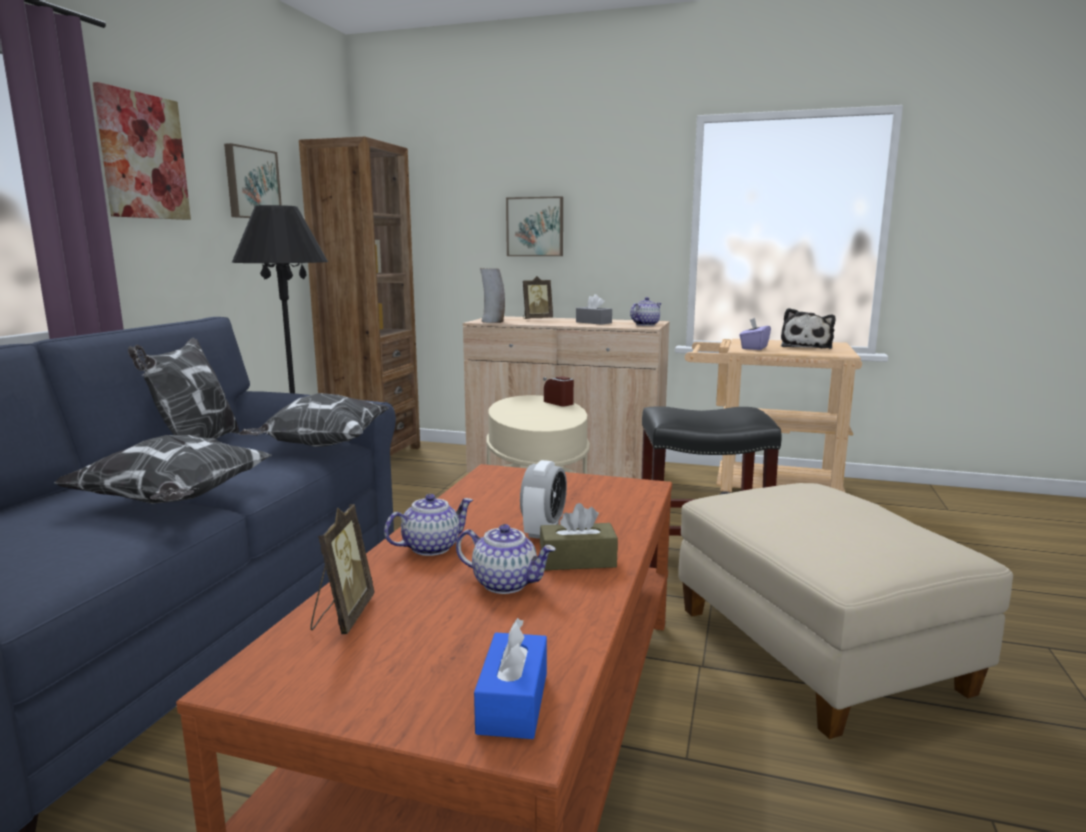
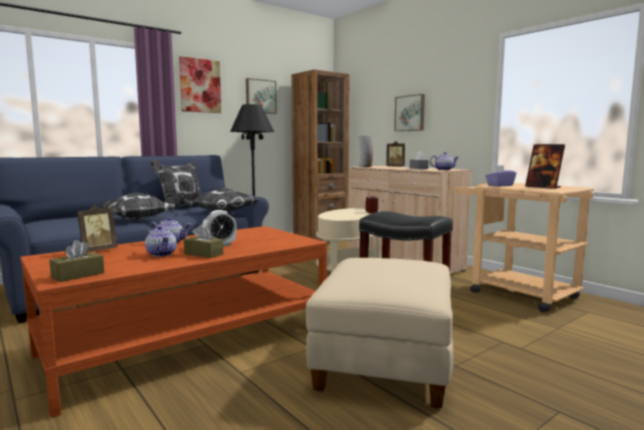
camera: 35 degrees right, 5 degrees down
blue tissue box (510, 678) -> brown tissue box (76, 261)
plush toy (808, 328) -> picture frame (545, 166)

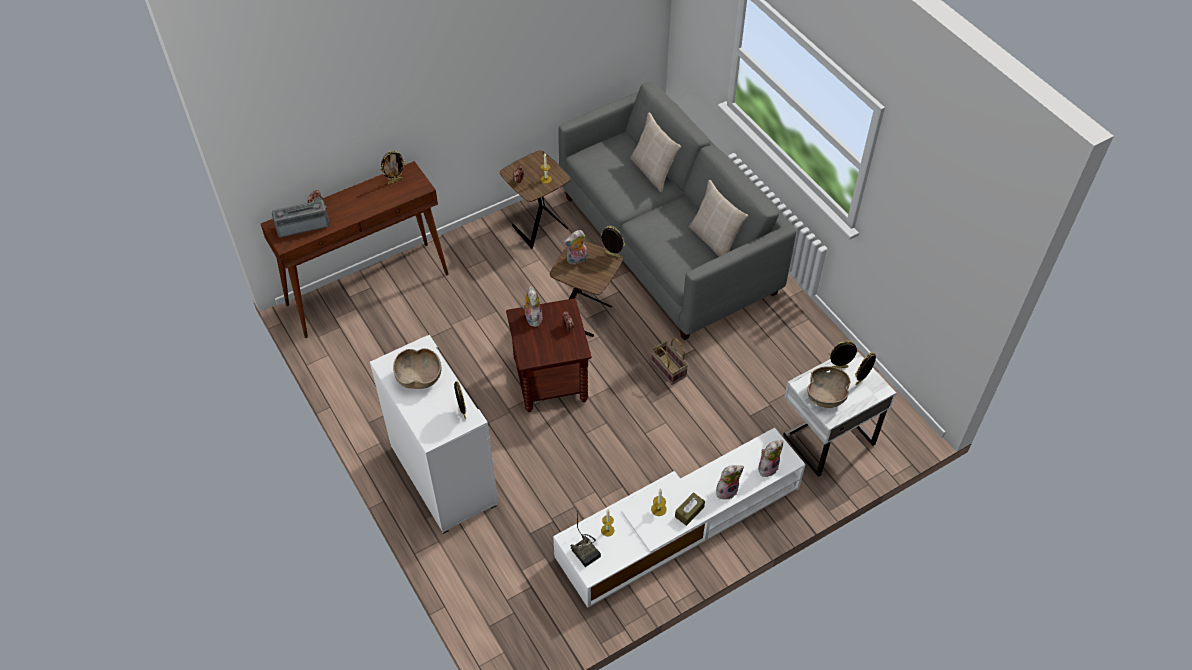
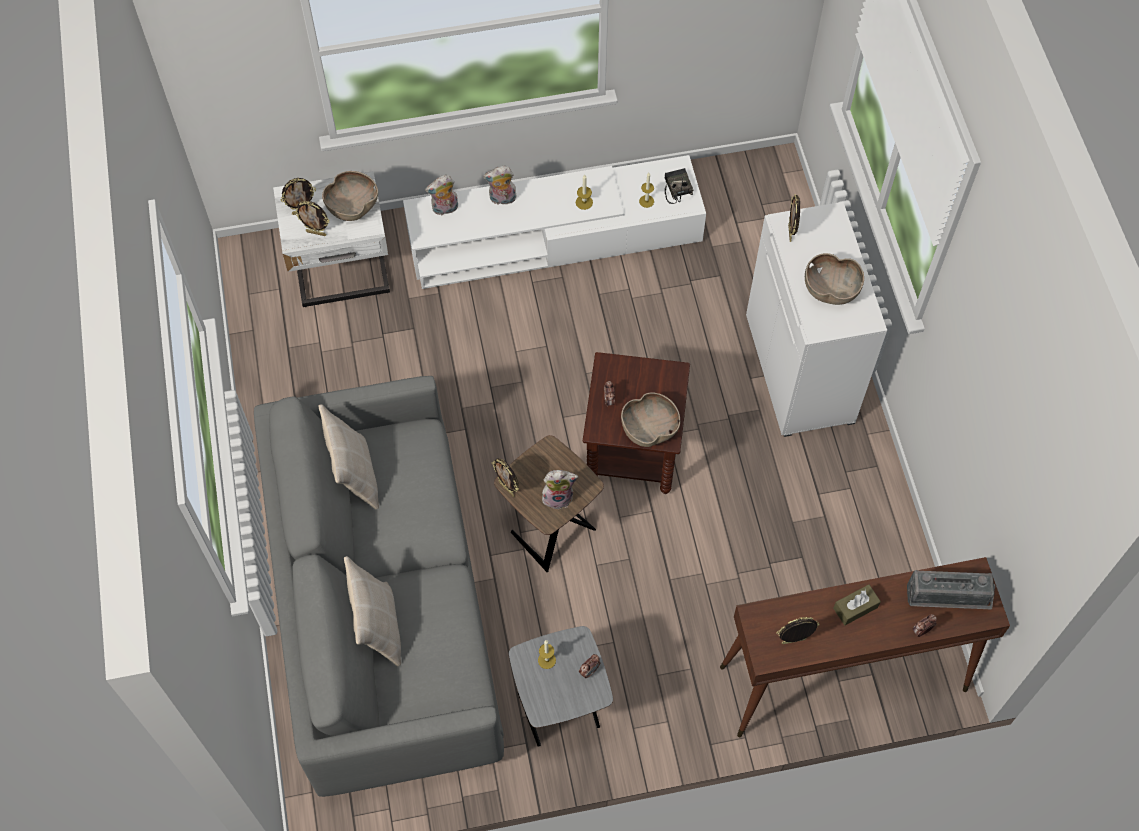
camera: 160 degrees left, 10 degrees up
brown side table (535, 200) -> grey side table (561, 686)
plush toy (532, 306) -> brown bowl (650, 420)
basket (669, 361) -> none
brown tissue box (690, 509) -> brown tissue box (857, 604), moved

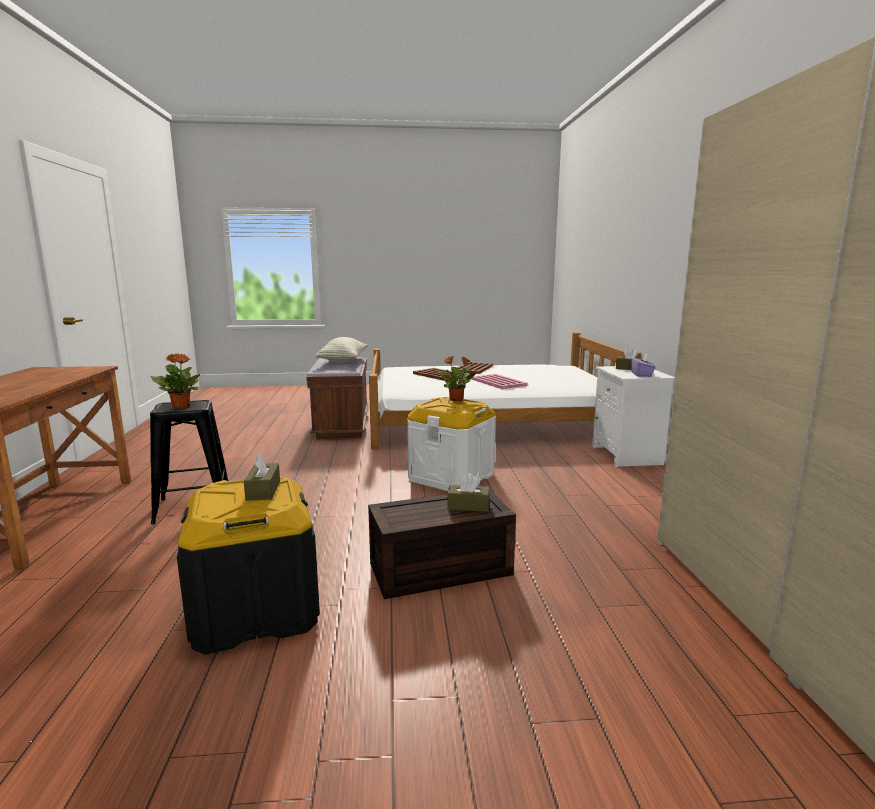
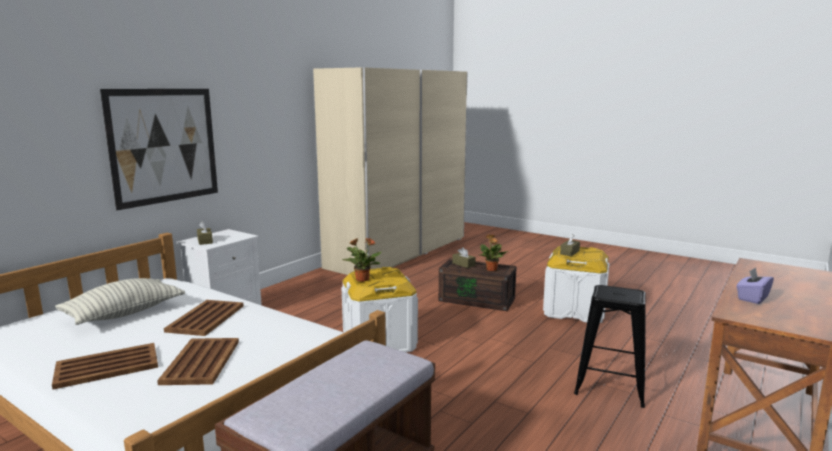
camera: 140 degrees left, 0 degrees up
potted plant (175, 381) -> potted plant (493, 252), moved
black storage box (248, 565) -> white storage box (576, 284)
pillow (341, 350) -> pillow (120, 301), moved
pink tray (499, 381) -> brown tray (204, 318)
purple tissue box (643, 365) -> purple tissue box (755, 285), moved
none -> picture (159, 149)

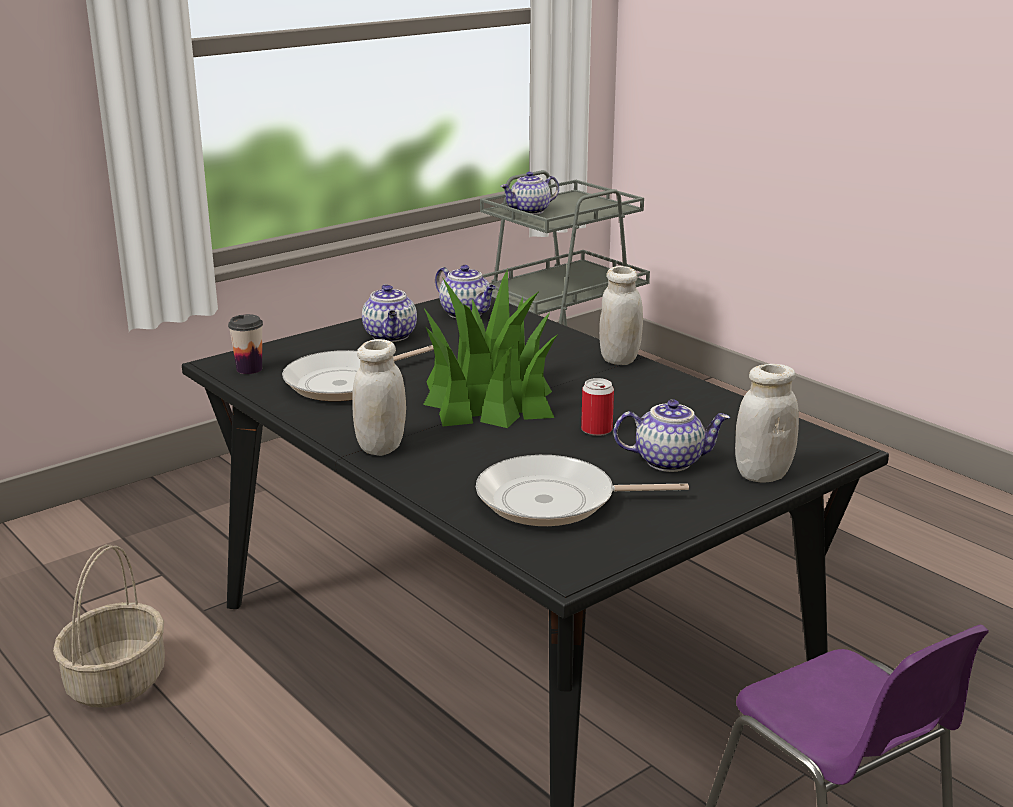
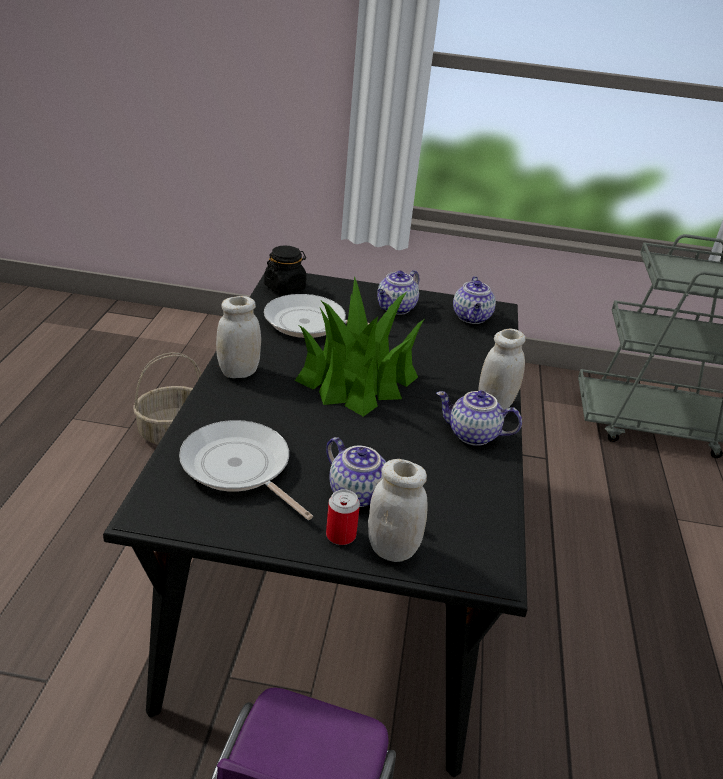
camera: 45 degrees right, 10 degrees up
cup (245, 344) -> black jar (285, 270)
teapot (529, 193) -> teapot (479, 418), moved
can (597, 407) -> can (343, 517), moved

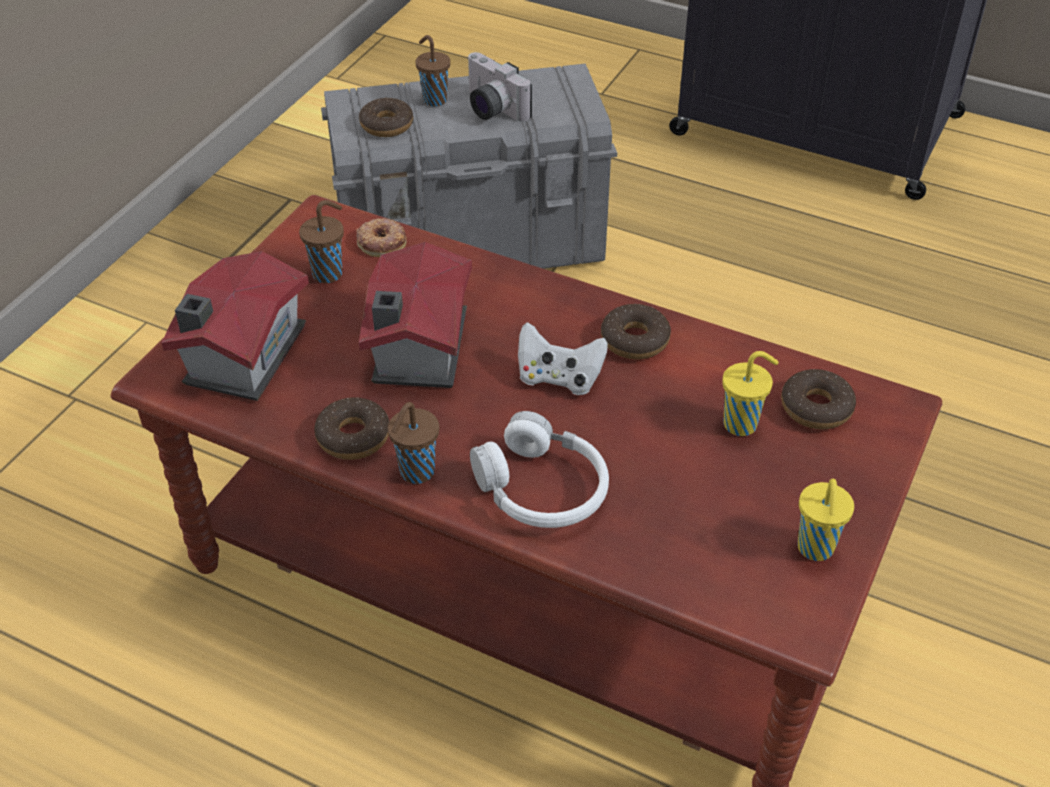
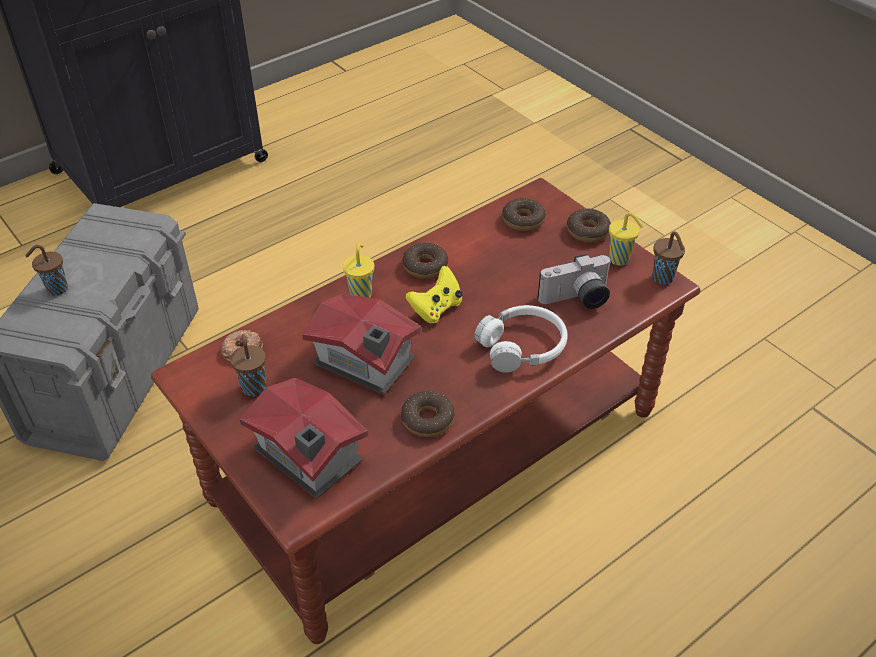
camera: 65 degrees left, 0 degrees up
donut (386, 117) -> donut (589, 225), moved
brown cup (413, 443) -> brown cup (668, 258), moved
photo camera (499, 87) -> photo camera (575, 281), moved
white game controller (563, 358) -> yellow game controller (434, 295)
yellow cup (751, 393) -> yellow cup (358, 270), moved

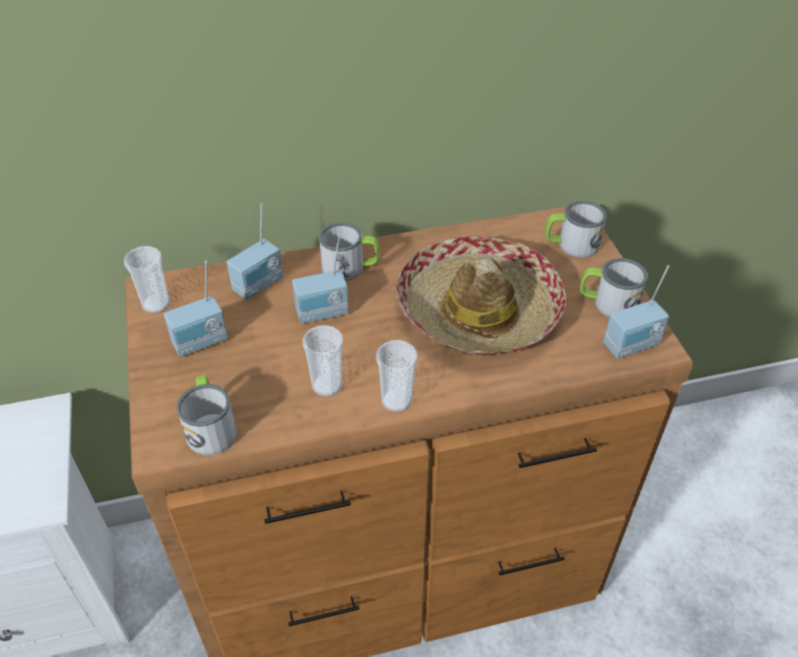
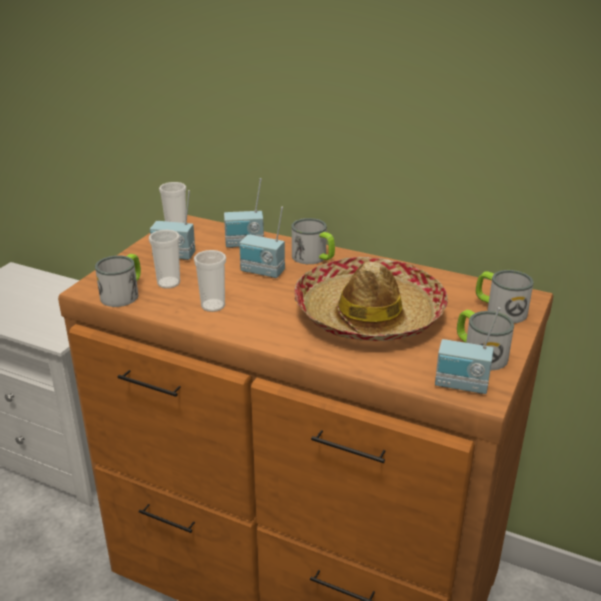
camera: 40 degrees right, 15 degrees down
cup (396, 376) -> cup (164, 259), moved

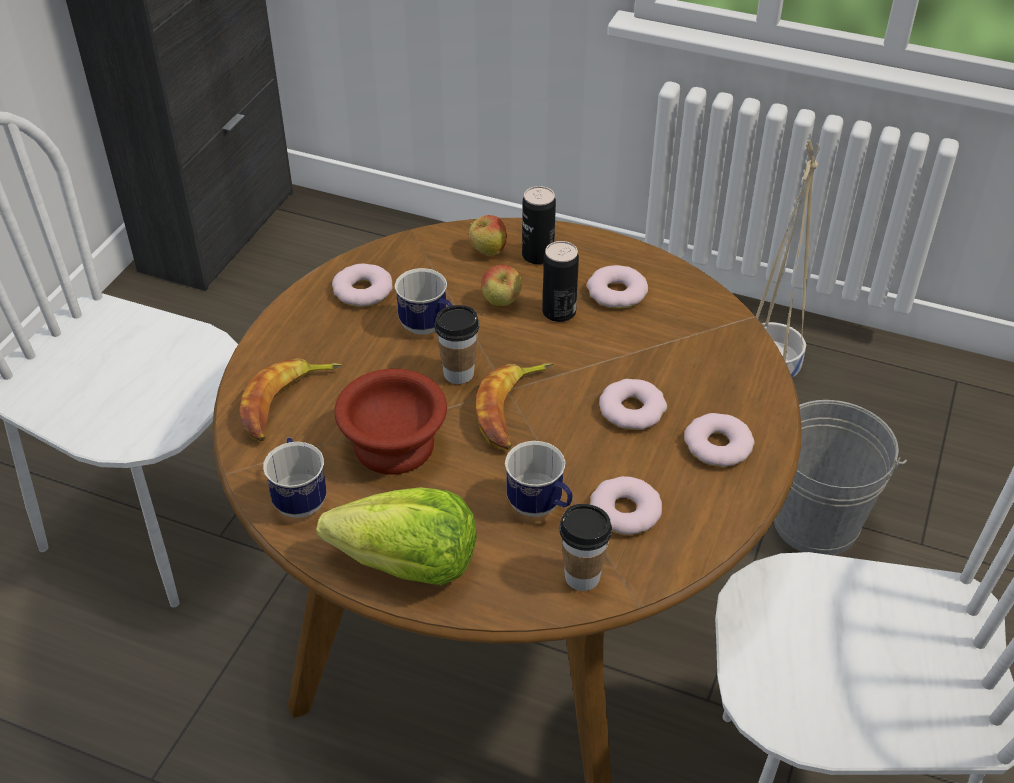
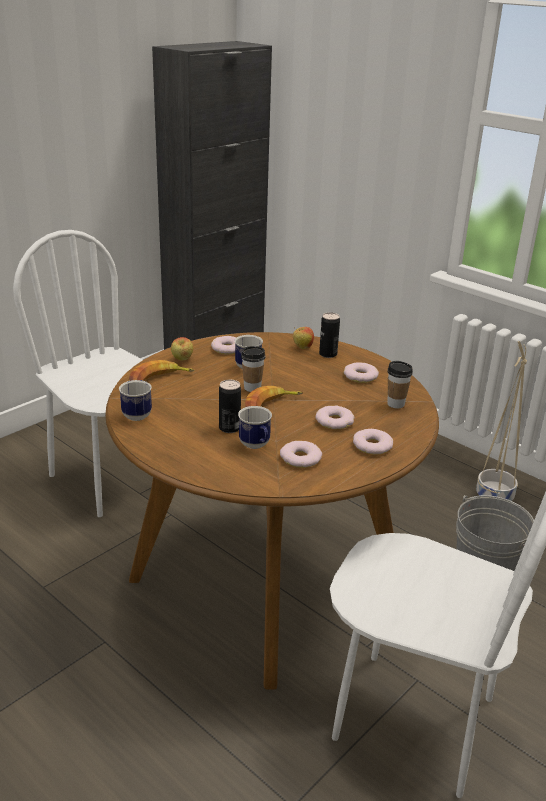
camera: 20 degrees right, 15 degrees down
lettuce (396, 536) -> none
brown bowl (390, 422) -> none
apple (501, 285) -> apple (182, 349), moved
can (560, 281) -> can (230, 406), moved
cup (586, 547) -> cup (400, 384), moved

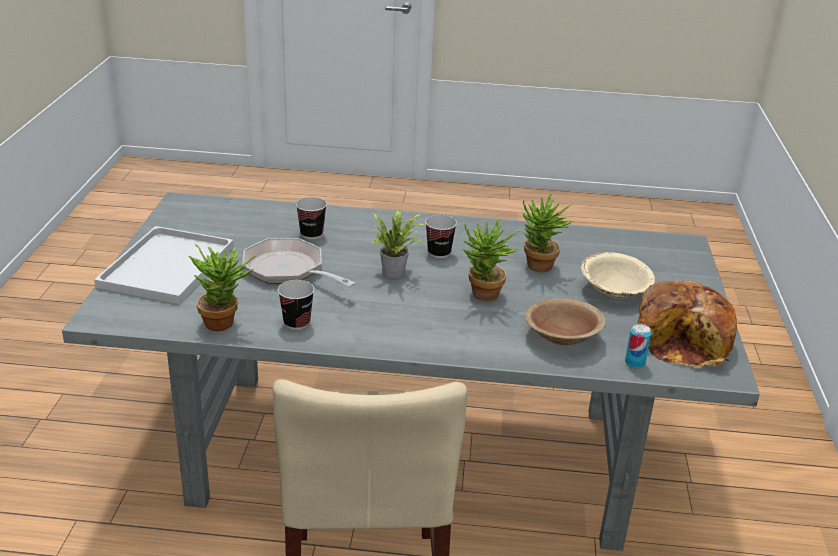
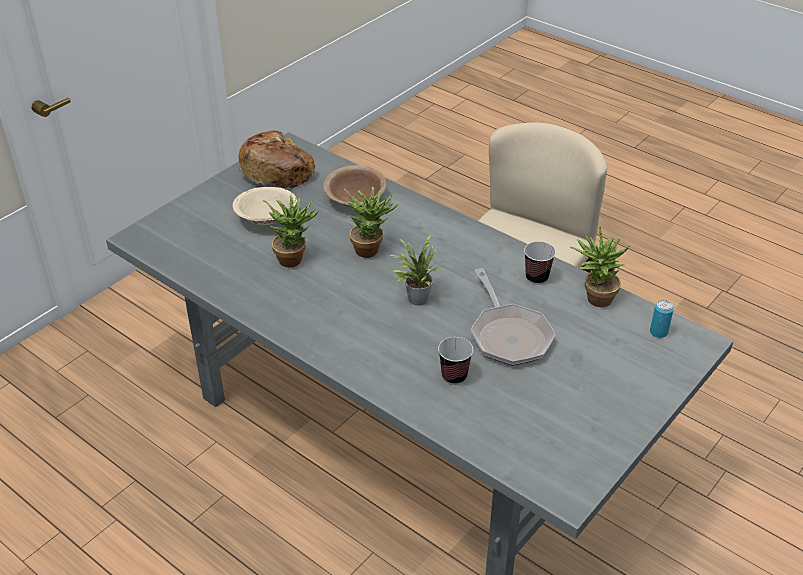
camera: 145 degrees left, 10 degrees up
white tray (164, 265) -> none
cup (441, 236) -> none
can (638, 346) -> can (662, 319), moved

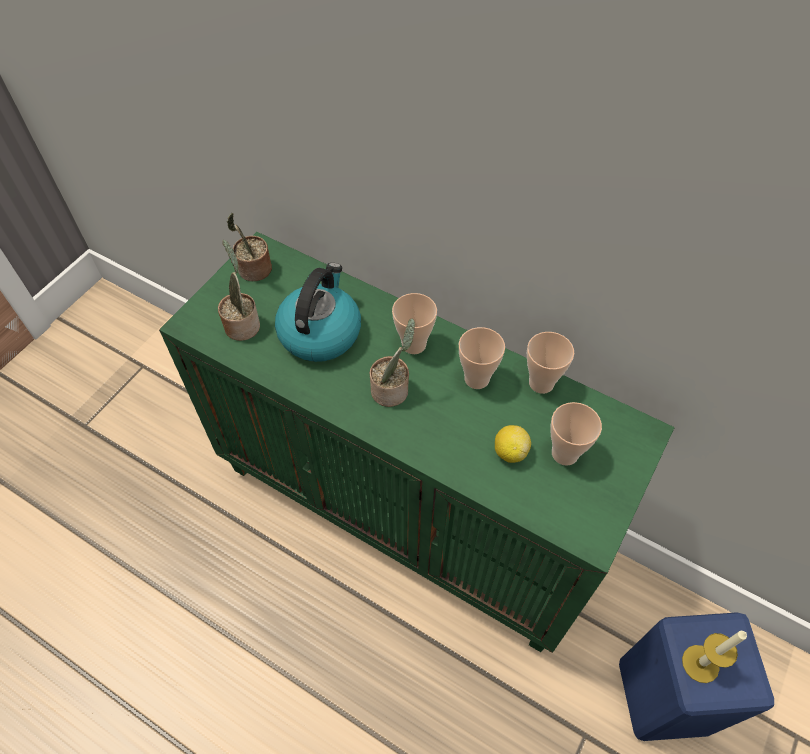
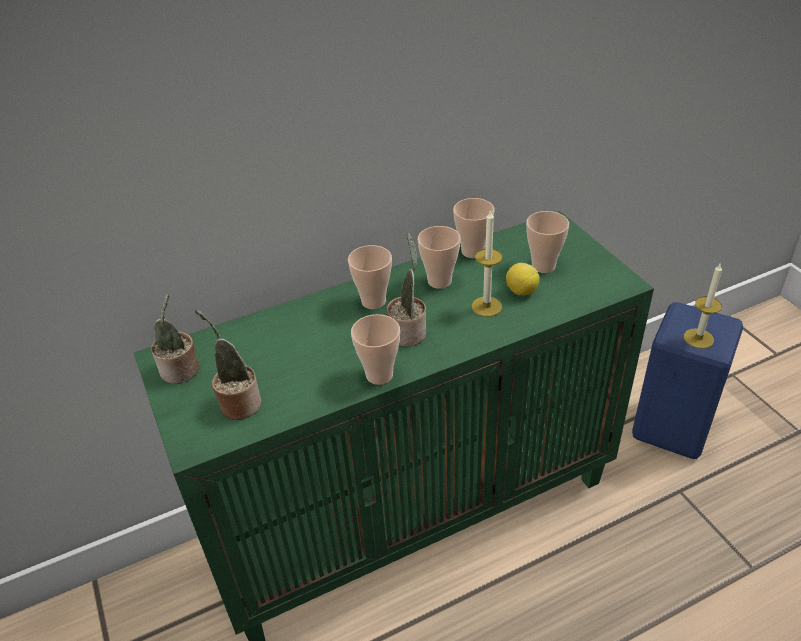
camera: 55 degrees left, 15 degrees down
kettle (318, 312) -> none
none -> cup (375, 349)
none -> candle (487, 263)

